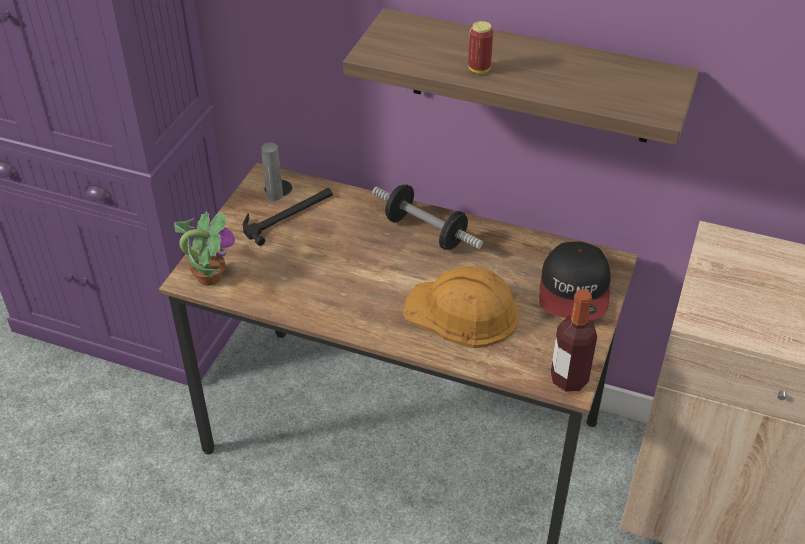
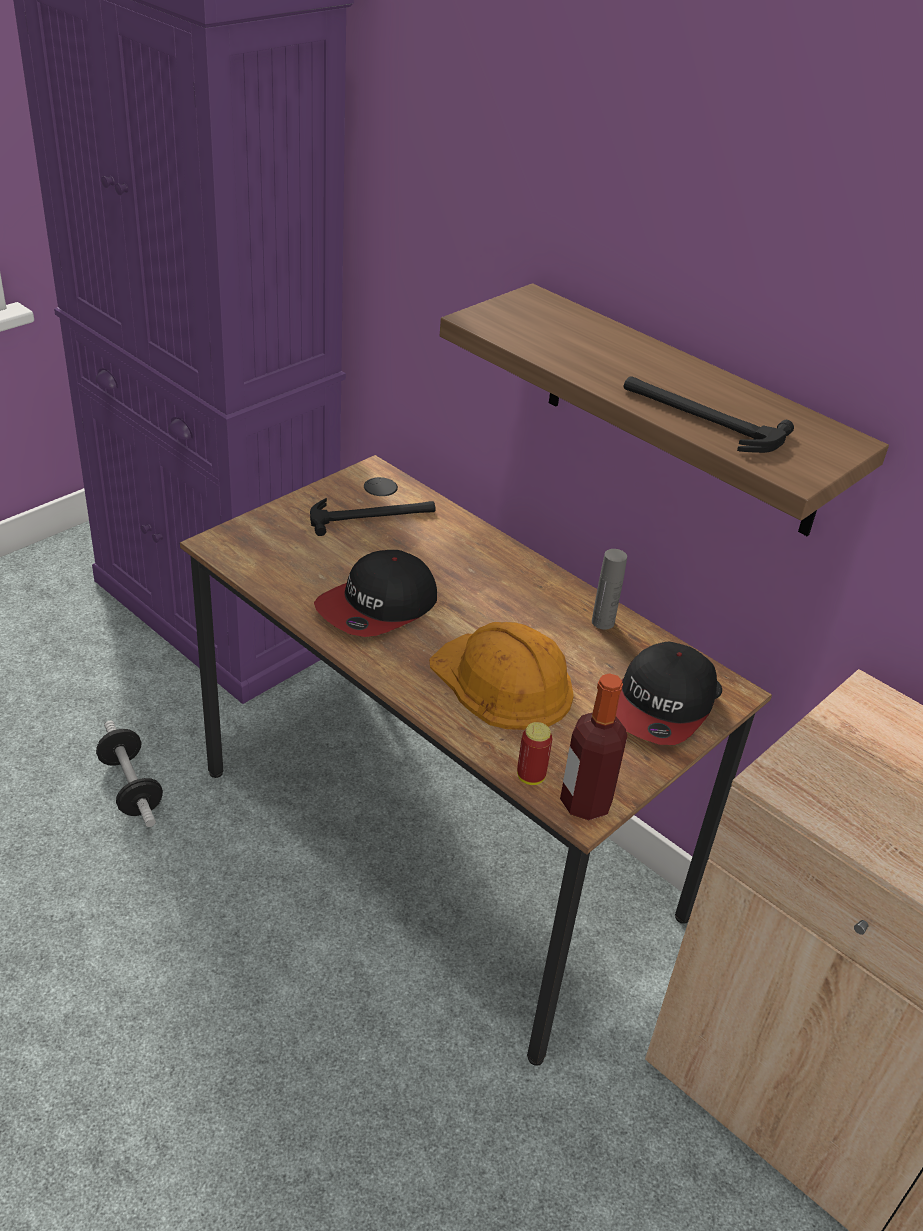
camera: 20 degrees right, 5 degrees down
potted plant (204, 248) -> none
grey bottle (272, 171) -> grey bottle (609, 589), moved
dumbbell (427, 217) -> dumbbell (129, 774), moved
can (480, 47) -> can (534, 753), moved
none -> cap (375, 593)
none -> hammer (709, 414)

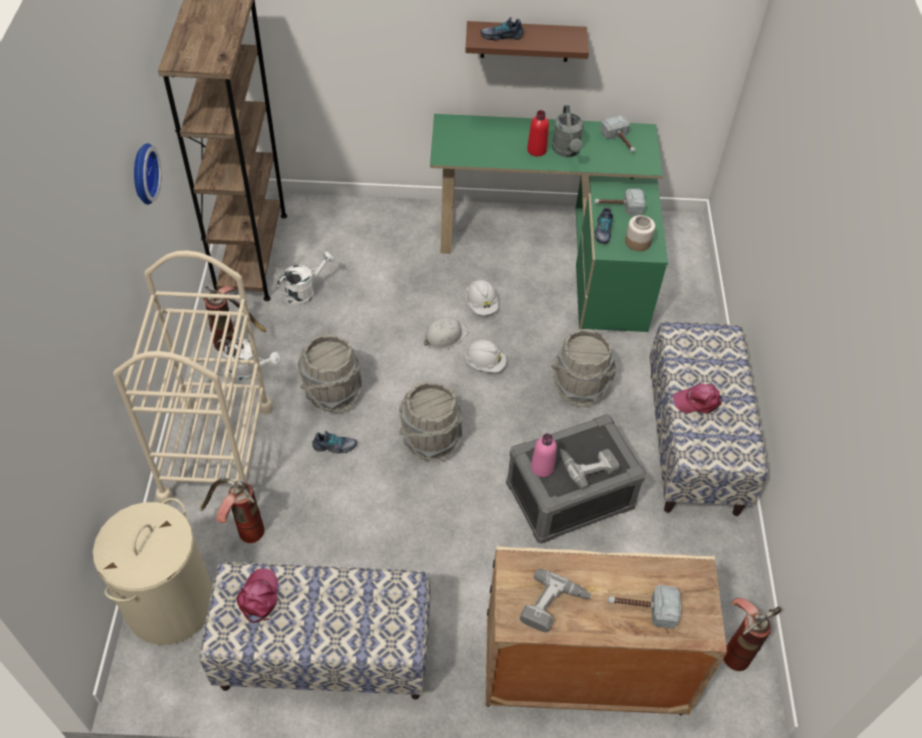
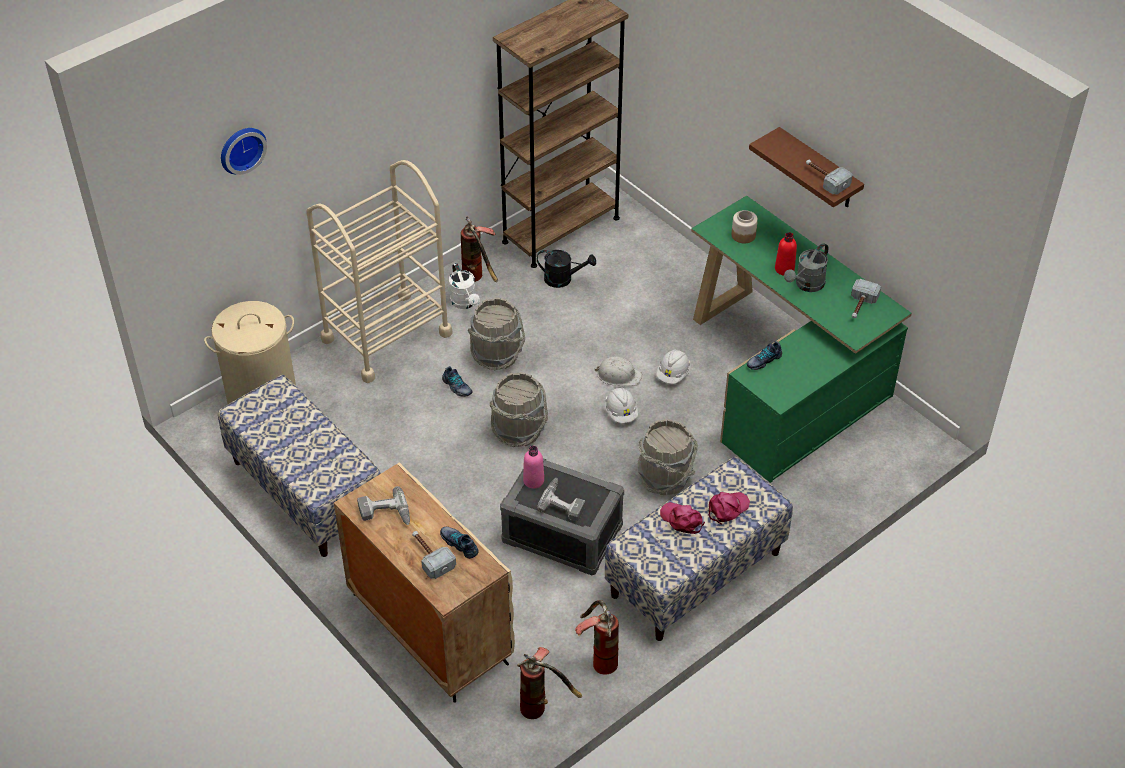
camera: 50 degrees right, 5 degrees down
wall clock (147, 174) -> wall clock (244, 151), moved
fire extinguisher (232, 510) -> fire extinguisher (597, 637), moved
pink cap (257, 596) -> pink cap (729, 508), moved
white watering can (305, 279) -> black watering can (566, 269)
shoe (502, 29) -> shoe (459, 543), moved
hammer (619, 202) -> hammer (829, 177), moved
jar (640, 233) -> jar (745, 226), moved

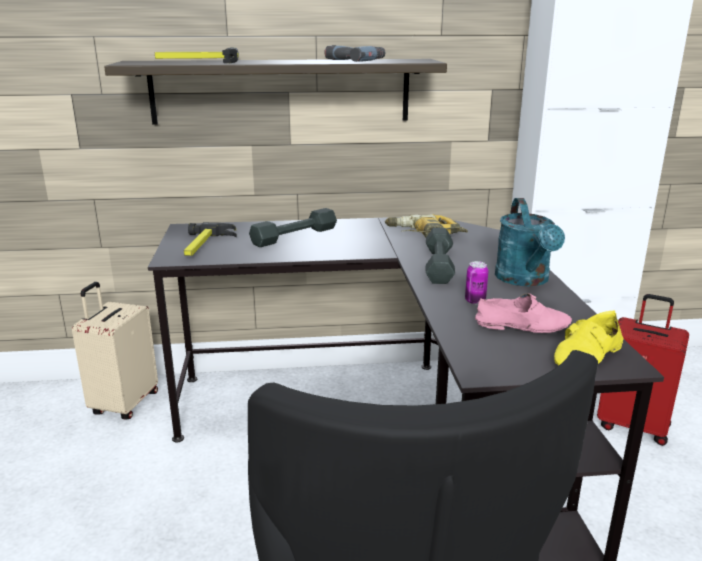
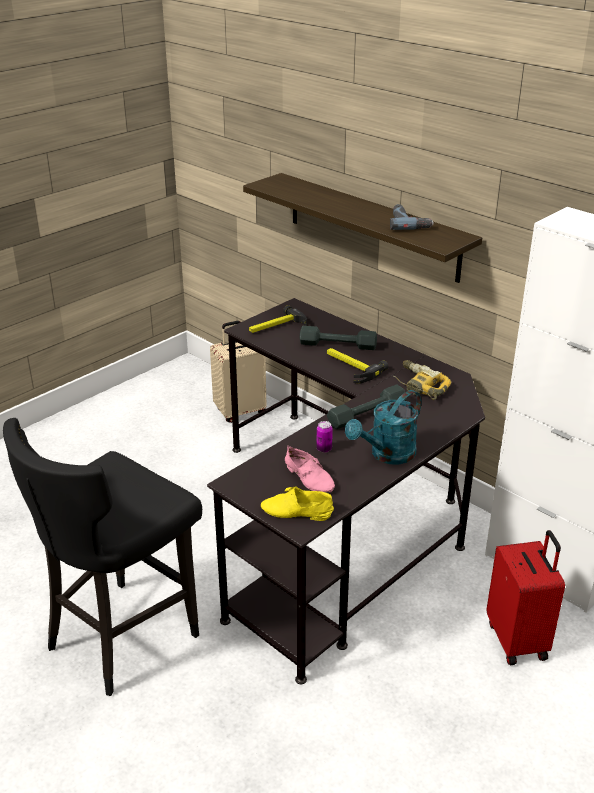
camera: 50 degrees right, 10 degrees up
hammer (197, 55) -> hammer (358, 366), moved

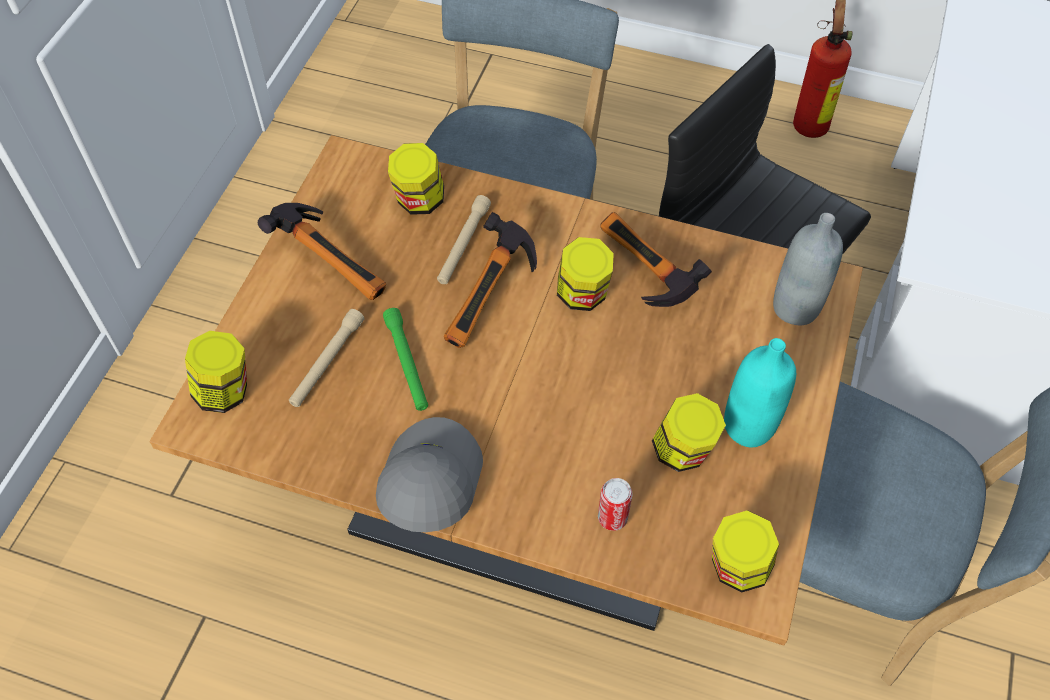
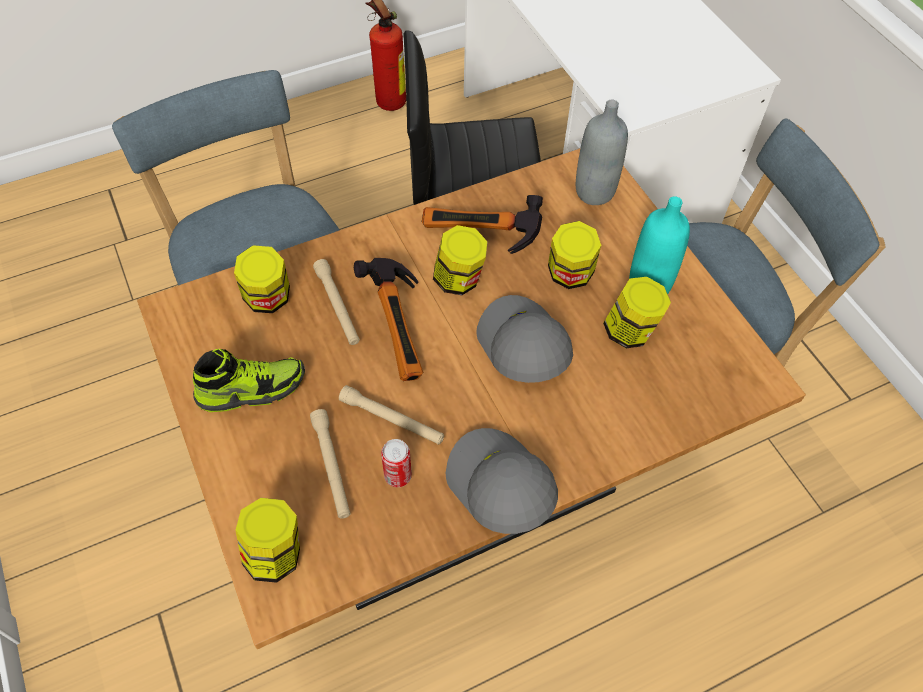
camera: 45 degrees left, 0 degrees up
hammer (322, 251) -> shoe (249, 380)
green flashlight (405, 359) -> beige flashlight (391, 415)
can (615, 504) -> can (396, 463), moved
jar (745, 551) -> jar (574, 255), moved
none -> grey cap (525, 339)

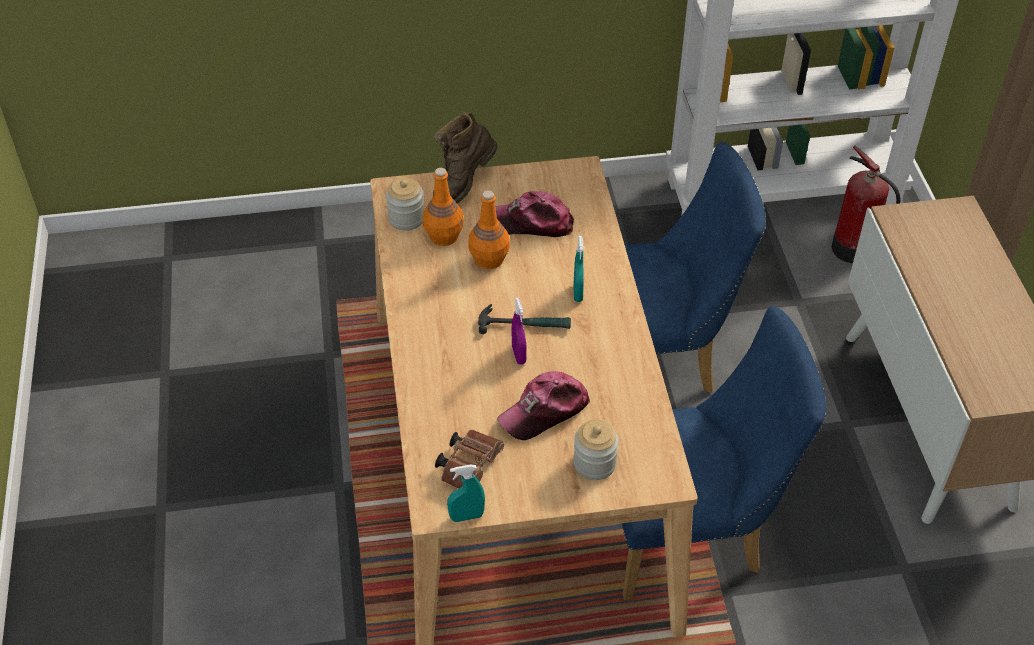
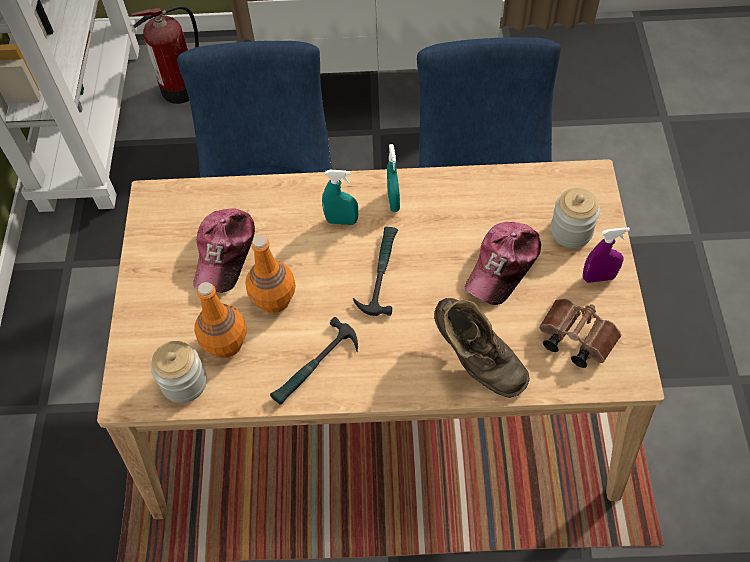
camera: 80 degrees left, 10 degrees up
brown boot (465, 158) -> brown boot (482, 348), moved
turquoise spray bottle (466, 493) -> turquoise spray bottle (393, 178), moved
cap (543, 405) -> cap (503, 263), 60 degrees clockwise
purple spray bottle (519, 331) -> purple spray bottle (606, 255), moved
none -> hammer (314, 361)

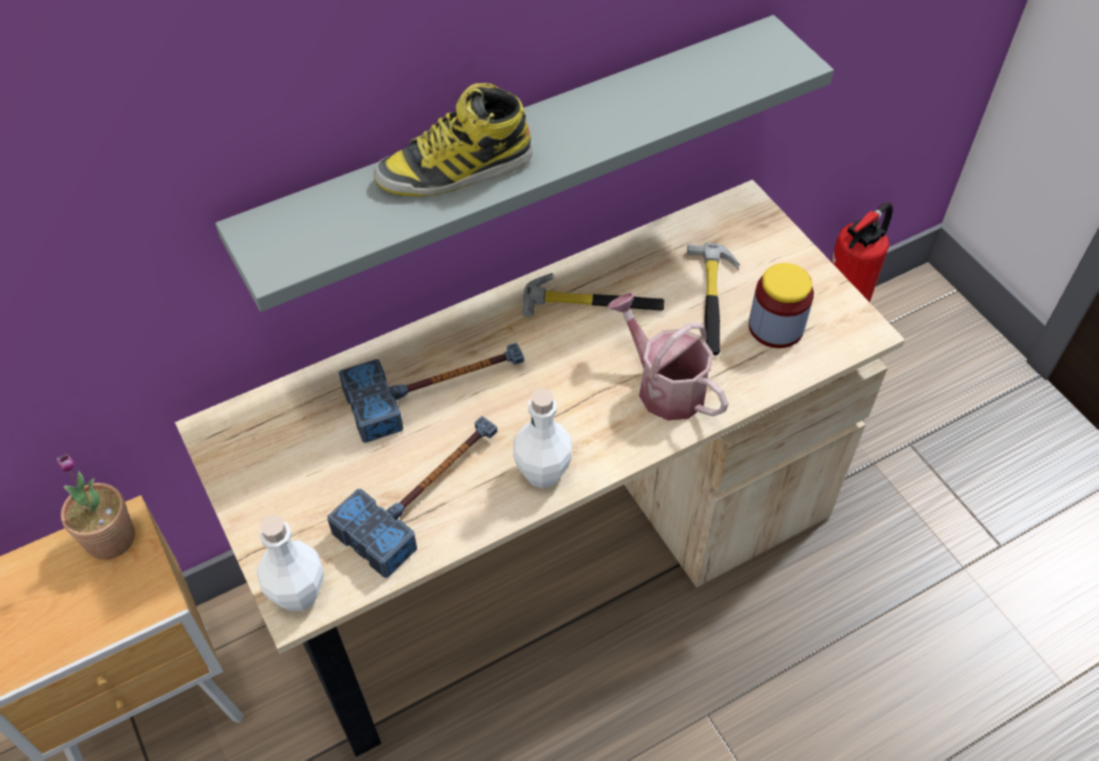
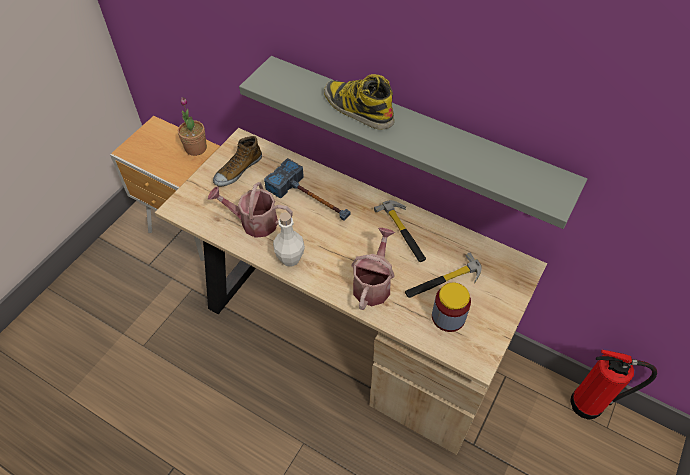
camera: 60 degrees right, 0 degrees up
white bottle (290, 563) -> none
hammer (412, 497) -> watering can (250, 210)
none -> shoe (237, 161)

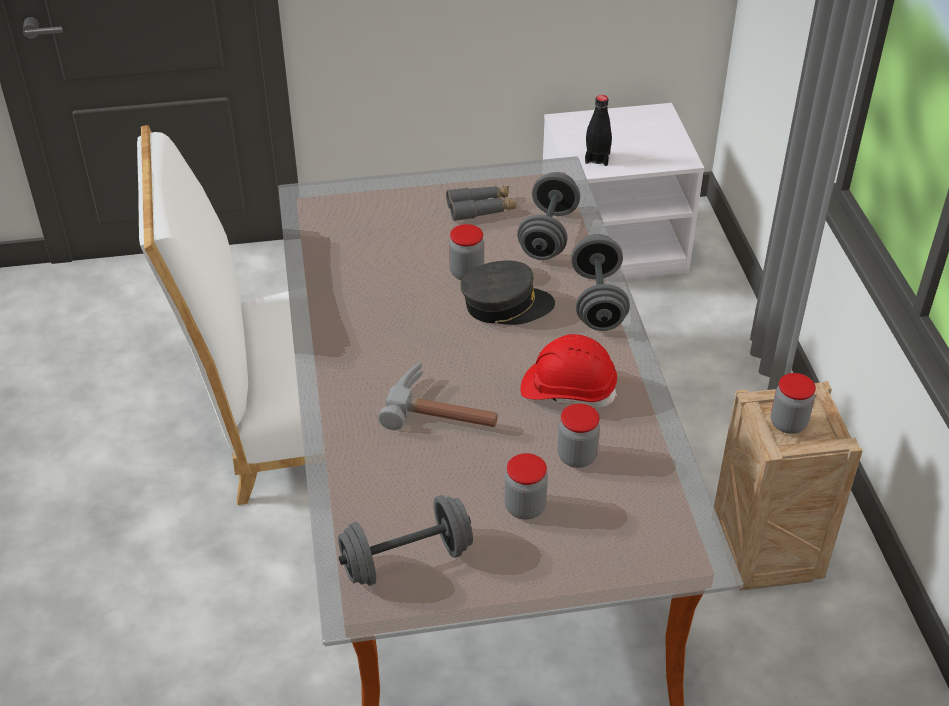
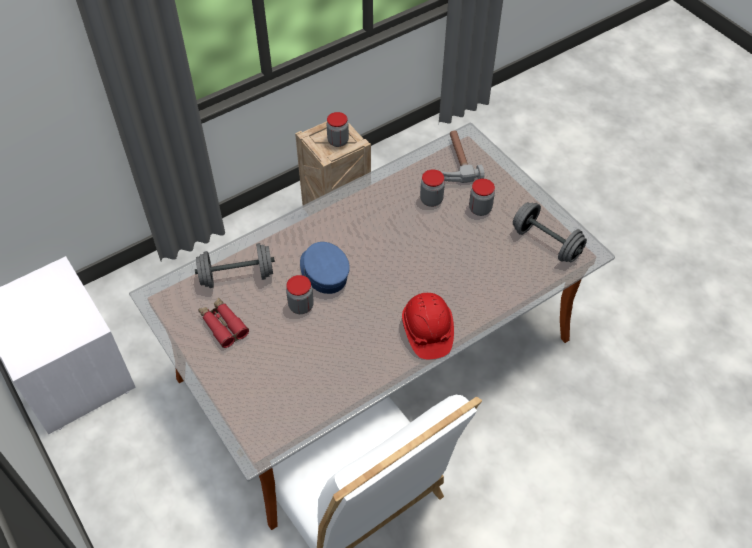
camera: 115 degrees left, 10 degrees up
hammer (438, 396) -> hammer (462, 156), moved
grey binoculars (481, 203) -> red binoculars (224, 323)
grey cap (507, 292) -> blue cap (325, 268)
red hard hat (568, 370) -> red hard hat (428, 326), moved
grey dumbbell (600, 282) -> none
black bottle (598, 130) -> none

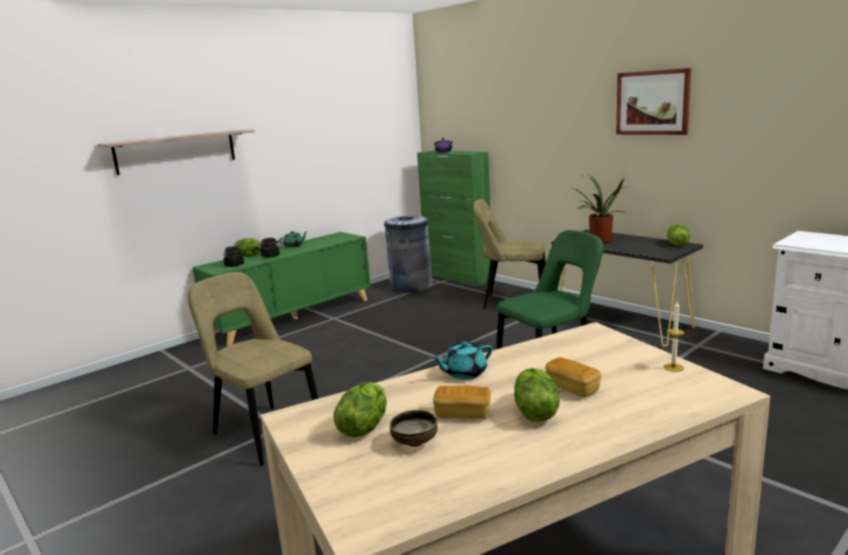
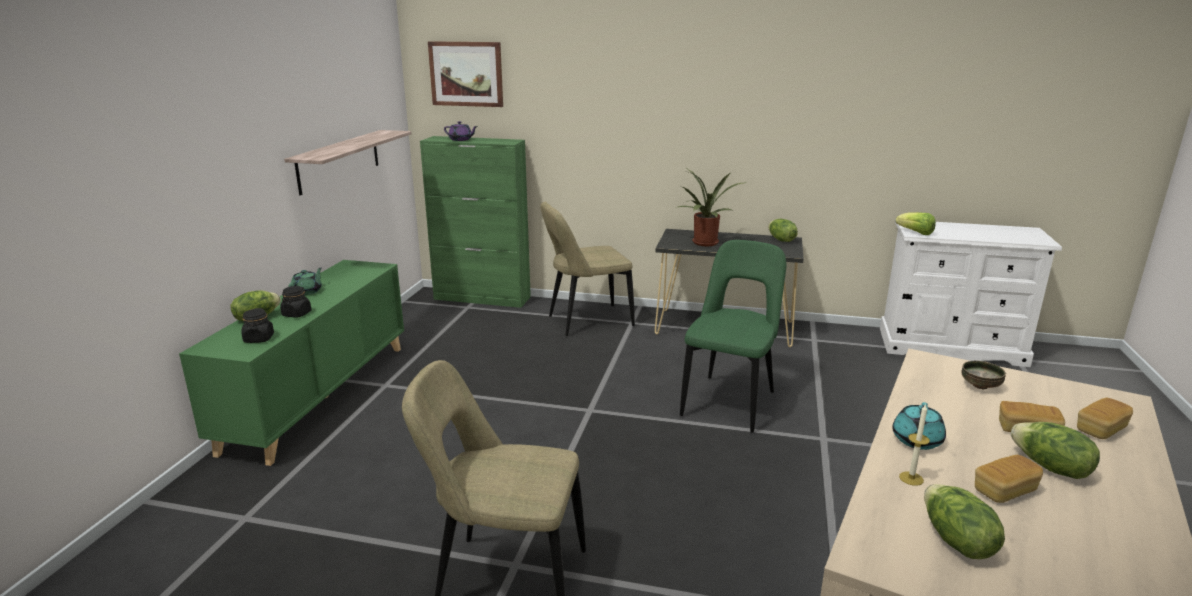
camera: 35 degrees left, 5 degrees up
shelf (176, 152) -> shelf (347, 162), moved
grey trash can (408, 254) -> none
bowl (414, 428) -> bowl (983, 375), moved
picture (653, 101) -> picture (465, 74), moved
candle (674, 336) -> candle (914, 445), moved
none -> lettuce (915, 223)
none -> bread (1105, 418)

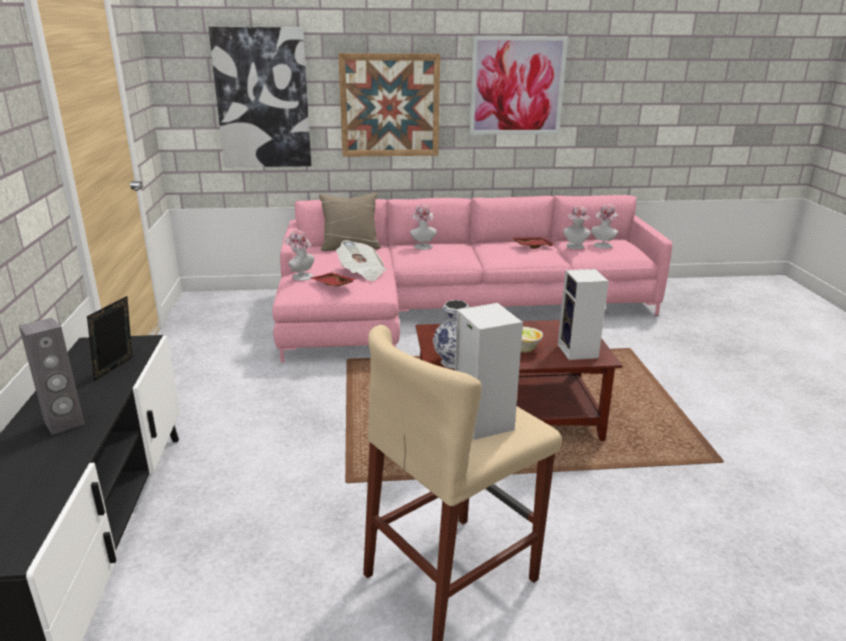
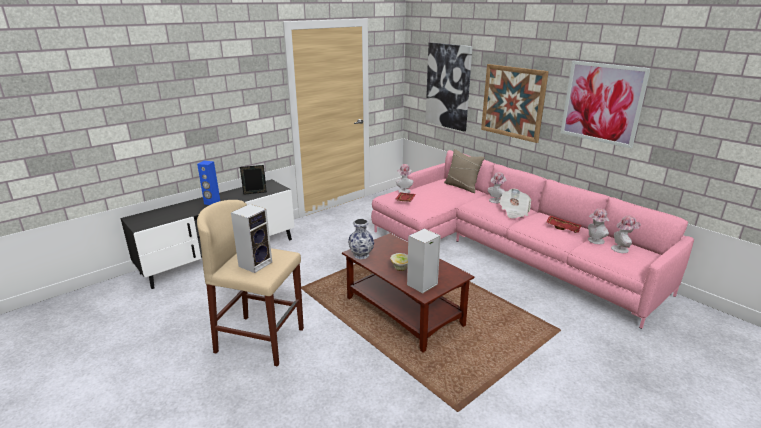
camera: 55 degrees right, 0 degrees up
grey speaker (51, 376) -> blue speaker (208, 183)
newspaper (361, 260) -> newspaper (515, 204), moved

